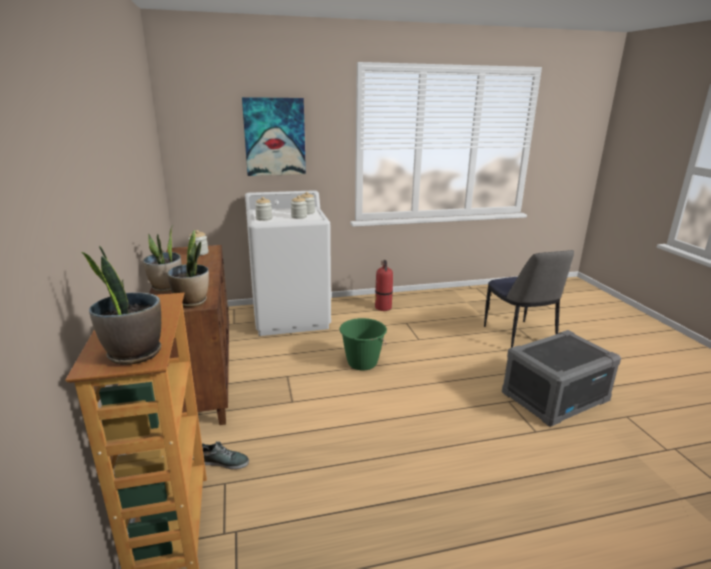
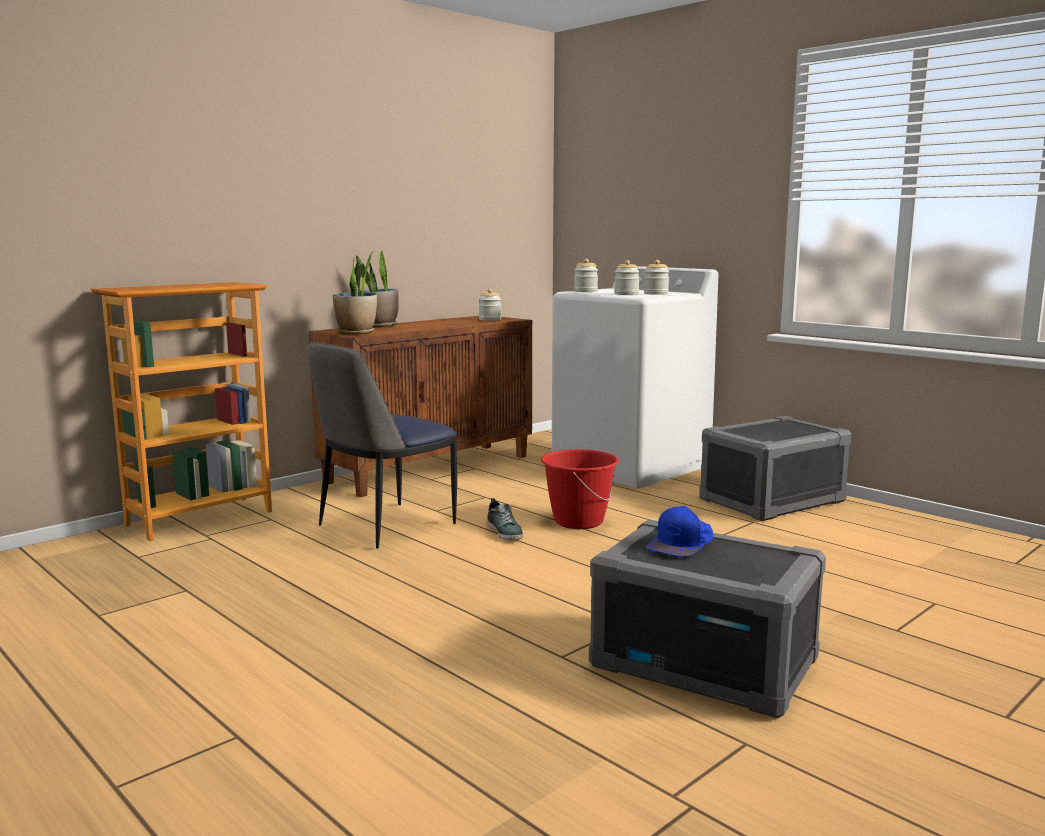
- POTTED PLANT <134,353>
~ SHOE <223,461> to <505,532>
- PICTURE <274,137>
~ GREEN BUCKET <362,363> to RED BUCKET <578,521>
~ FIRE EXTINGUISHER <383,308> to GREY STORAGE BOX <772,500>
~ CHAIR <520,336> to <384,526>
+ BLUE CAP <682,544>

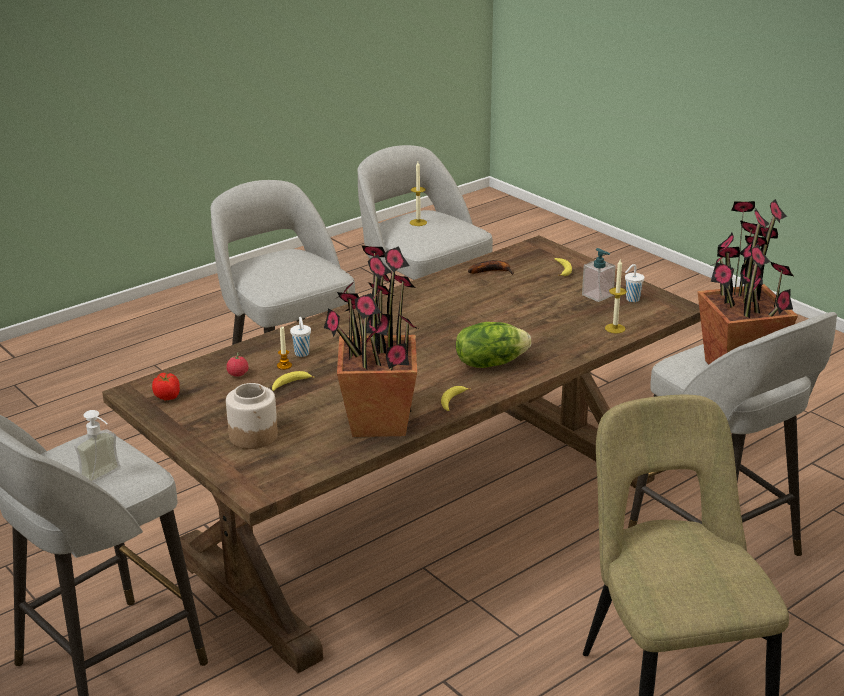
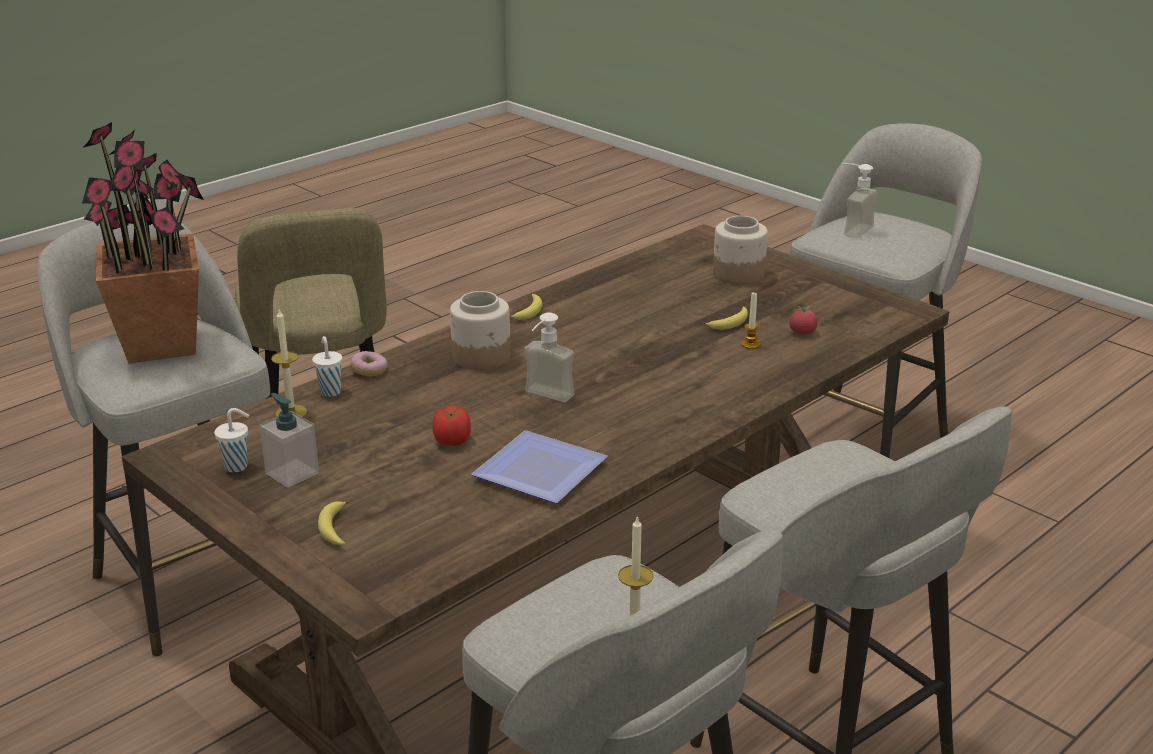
~ TOMATO <167,397> to <451,441>
~ WHITE CUP <302,354> to <330,391>
- POTTED PLANT <377,422>
~ LETTUCE <490,363> to JAR <482,357>
- BANANA <492,271>
+ DONUT <369,371>
+ PLATE <545,471>
+ SOAP DISPENSER <544,397>

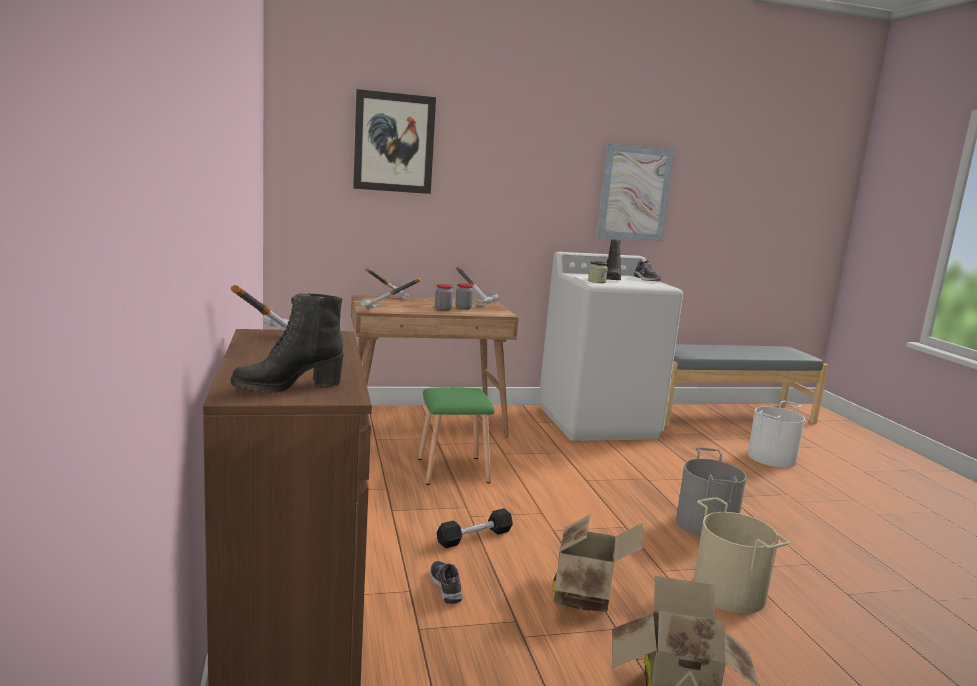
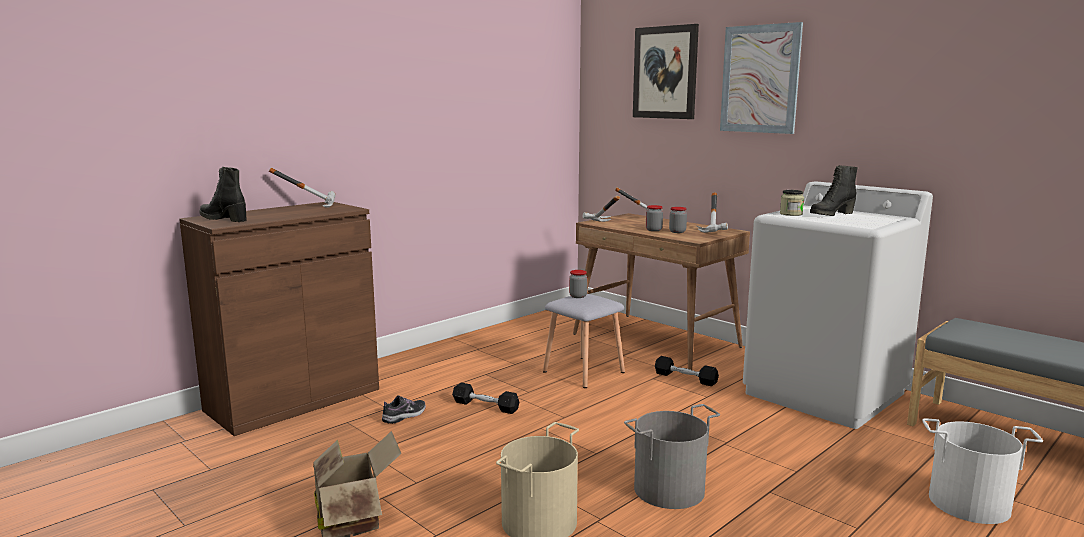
~ GREEN STOOL <452,470> to GREY STOOL <582,372>
- CARDBOARD BOX <588,595>
~ PICTURE <634,193> to <760,79>
- SHOE <646,279>
+ JAR <578,296>
+ BLACK DUMBBELL <685,378>

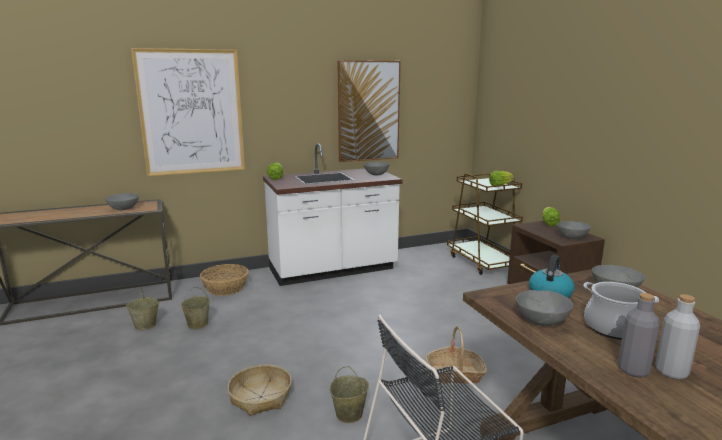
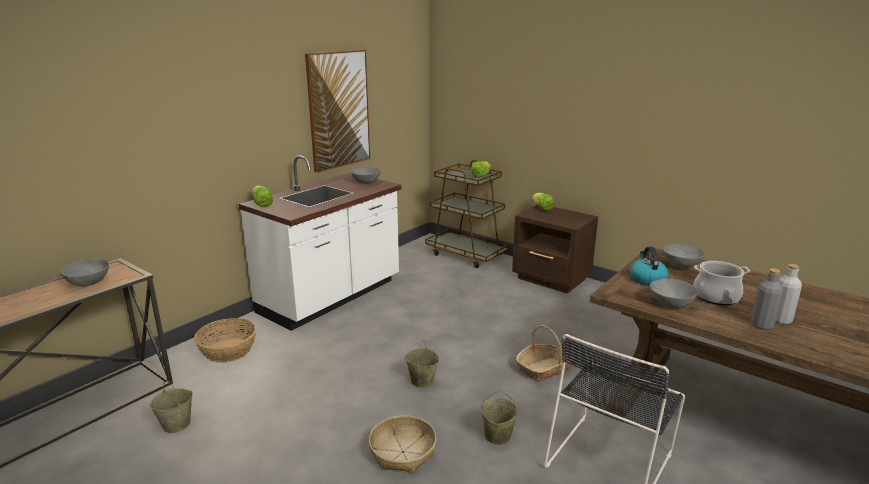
- PICTURE <191,112>
~ BEIGE BUCKET <197,324> to <421,381>
- GREY BOWL <572,237>

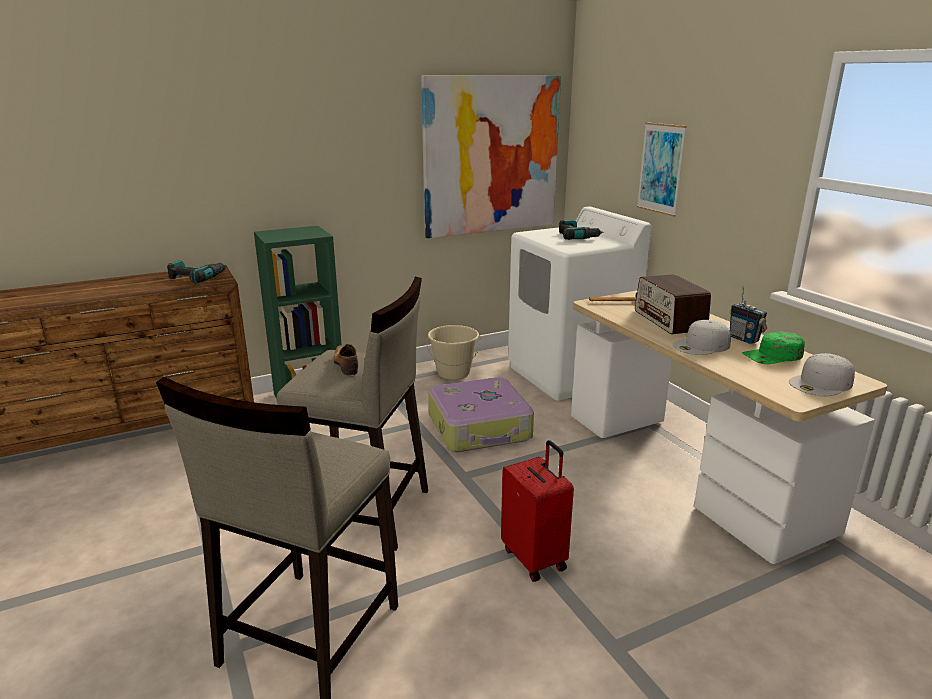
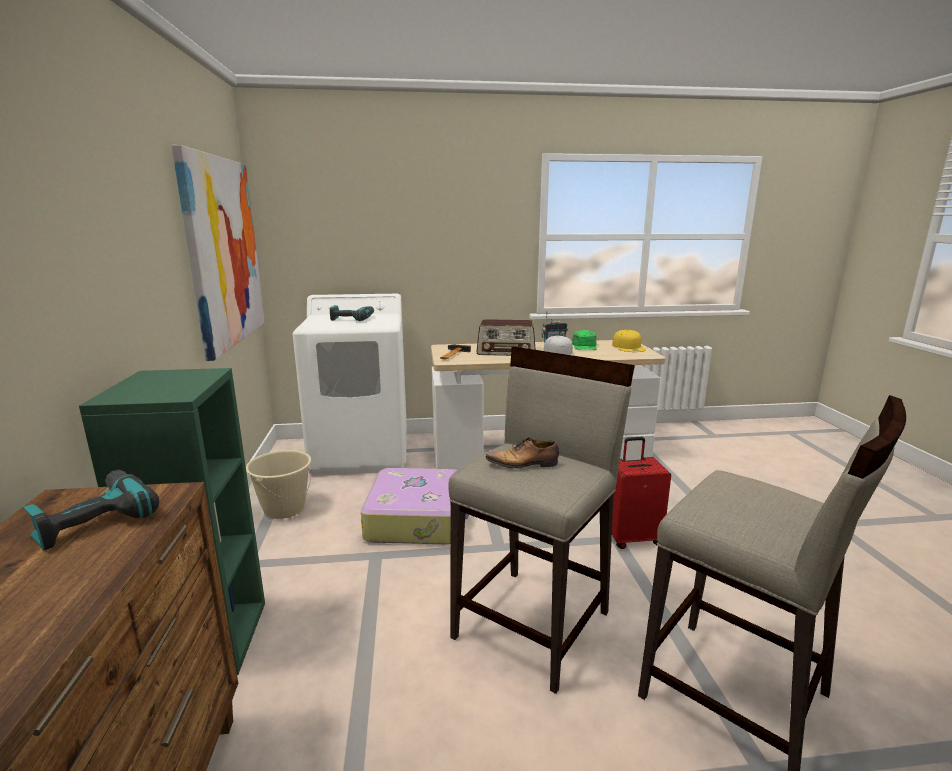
- PICTURE <660,168>
~ WHITE CAP <821,383> to YELLOW CAP <629,347>

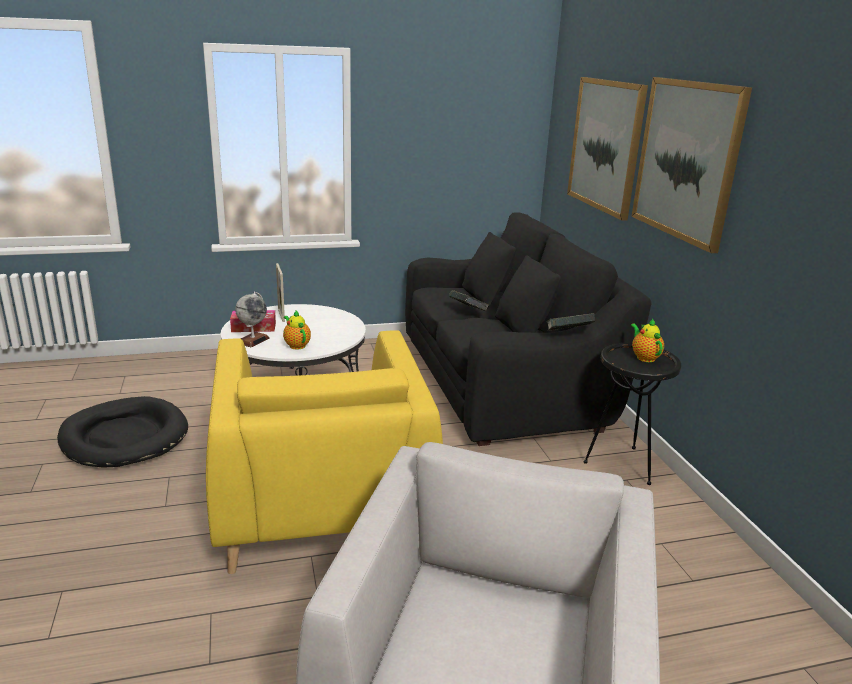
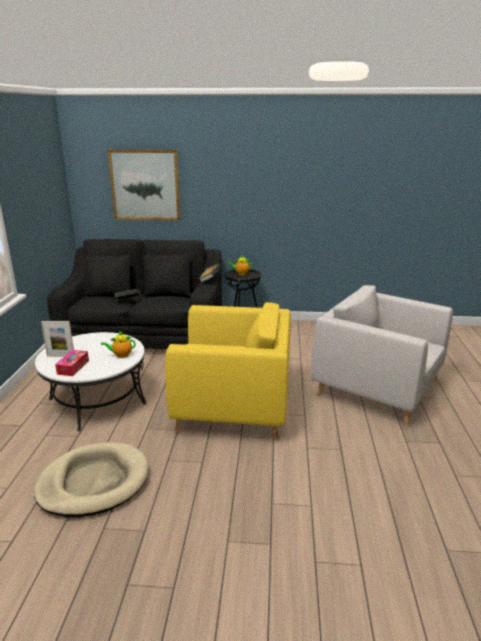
~ BLACK DOG BED <124,437> to BEIGE DOG BED <93,482>
- GLOBE <253,340>
- PICTURE <687,160>

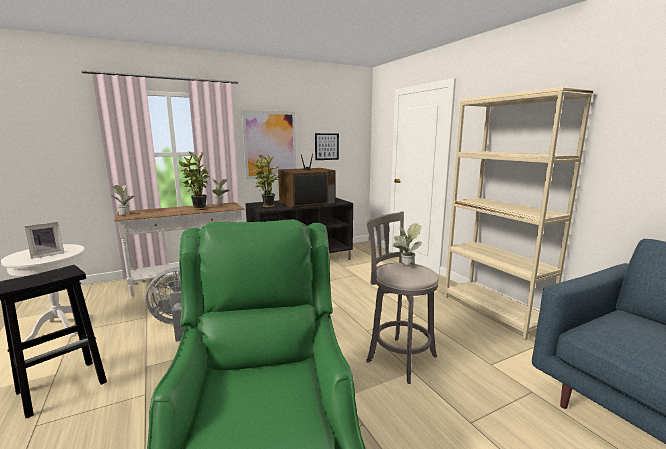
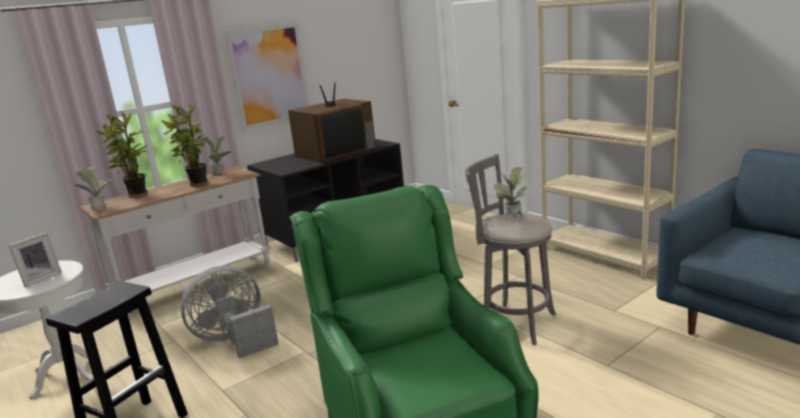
~ POTTED PLANT <268,206> to <137,196>
- PICTURE <326,146>

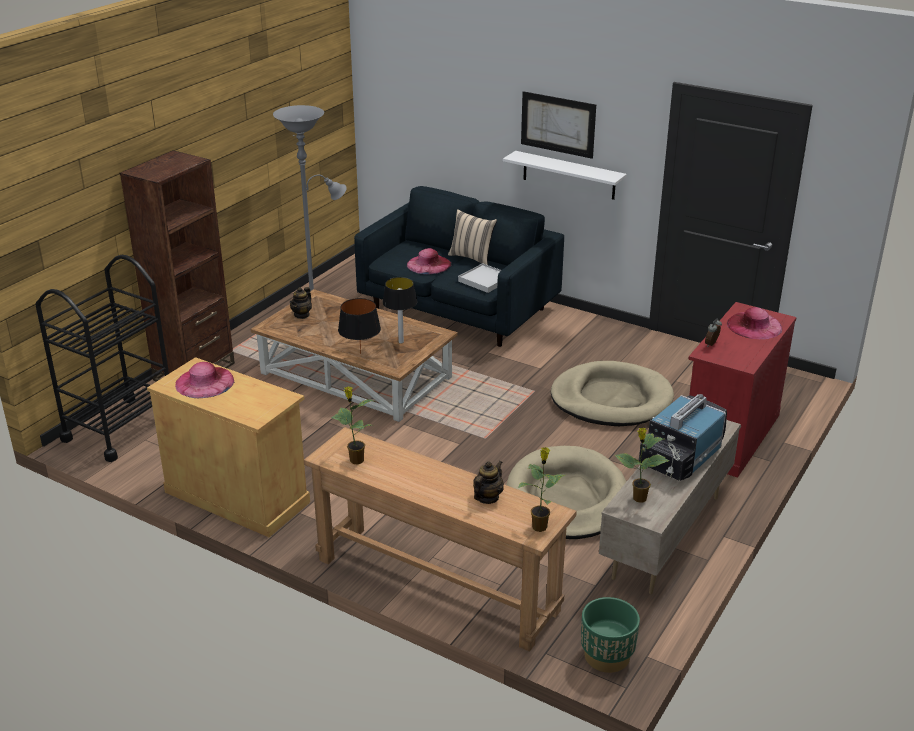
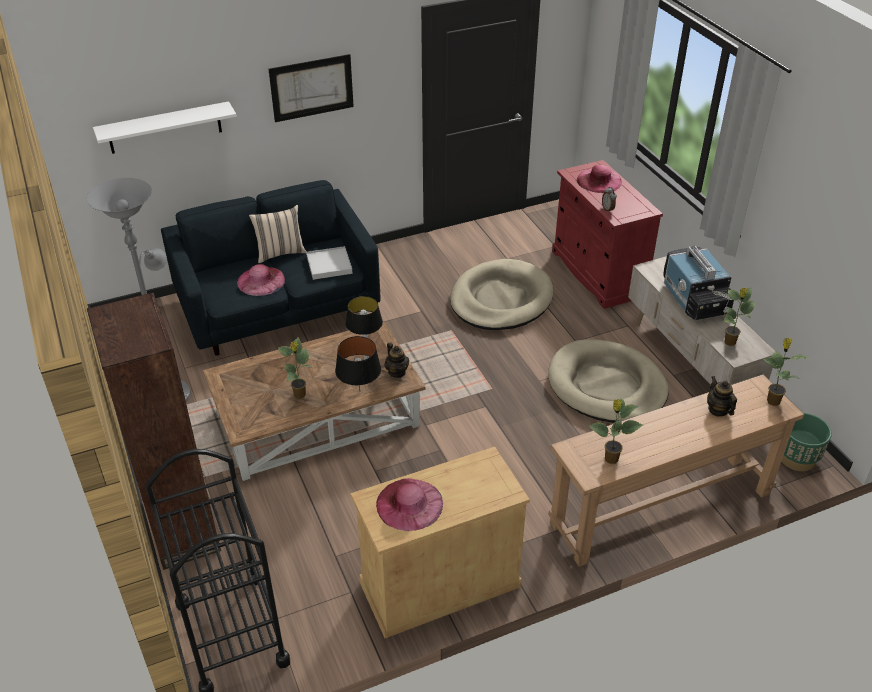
~ TEAPOT <302,315> to <397,372>
~ WHITE SHELF <569,175> to <165,128>
+ POTTED PLANT <300,395>

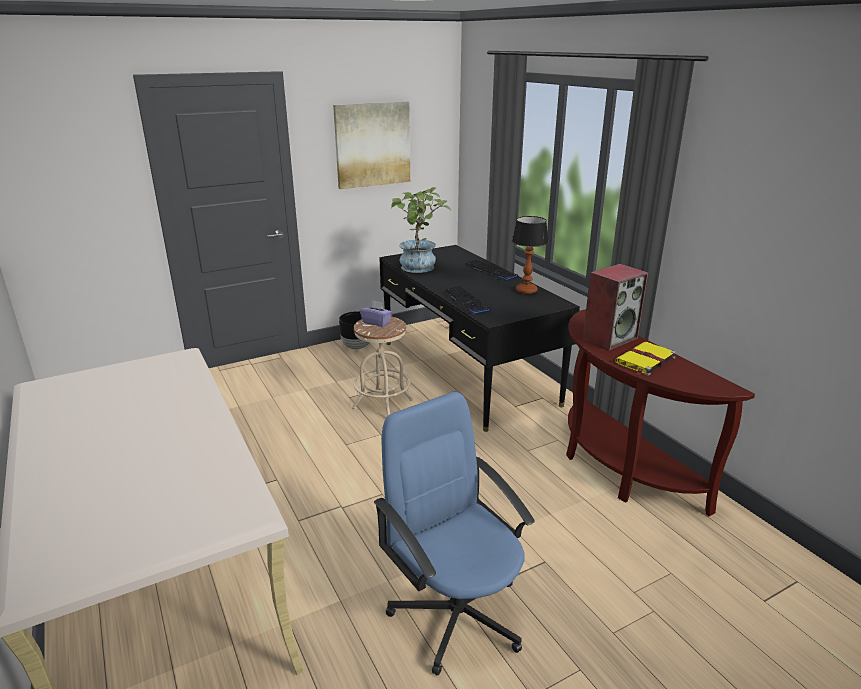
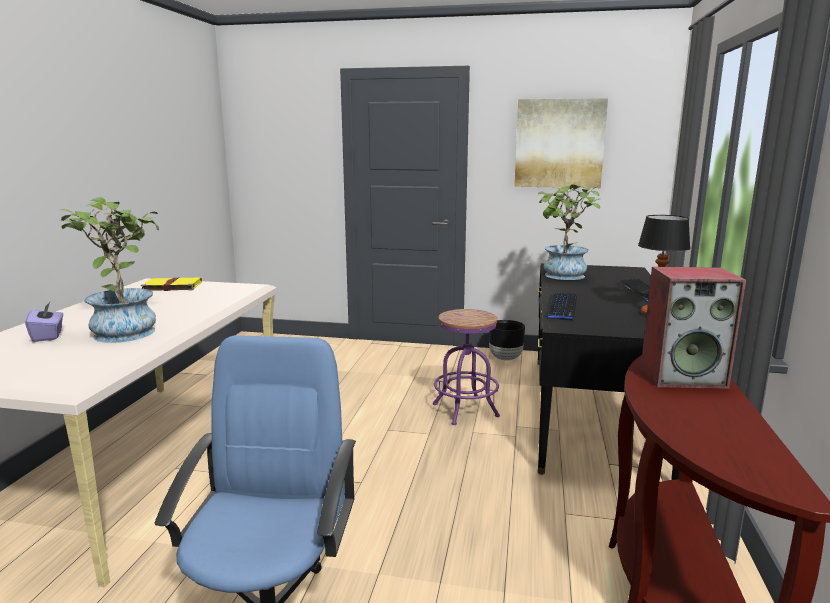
~ BEIGE STOOL <382,404> to PURPLE STOOL <465,410>
~ PURPLE TISSUE BOX <376,322> to <48,336>
~ YELLOW BOOK <644,360> to <171,286>
+ POTTED PLANT <125,330>

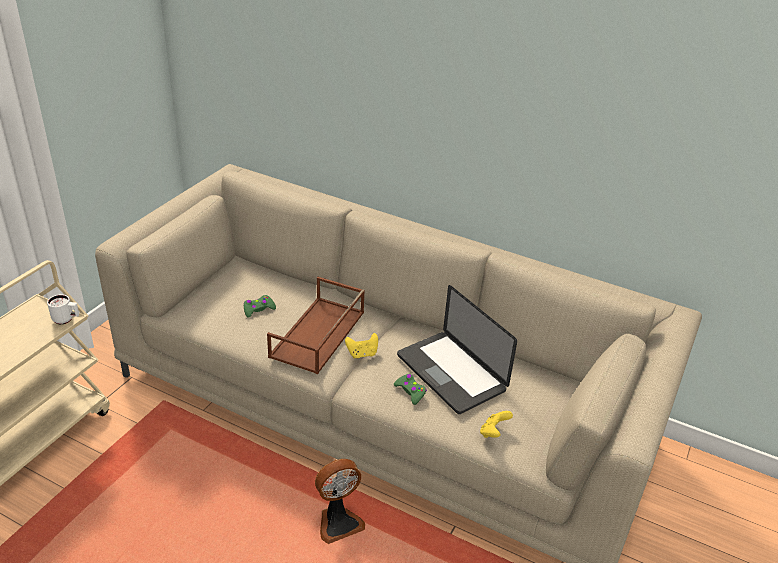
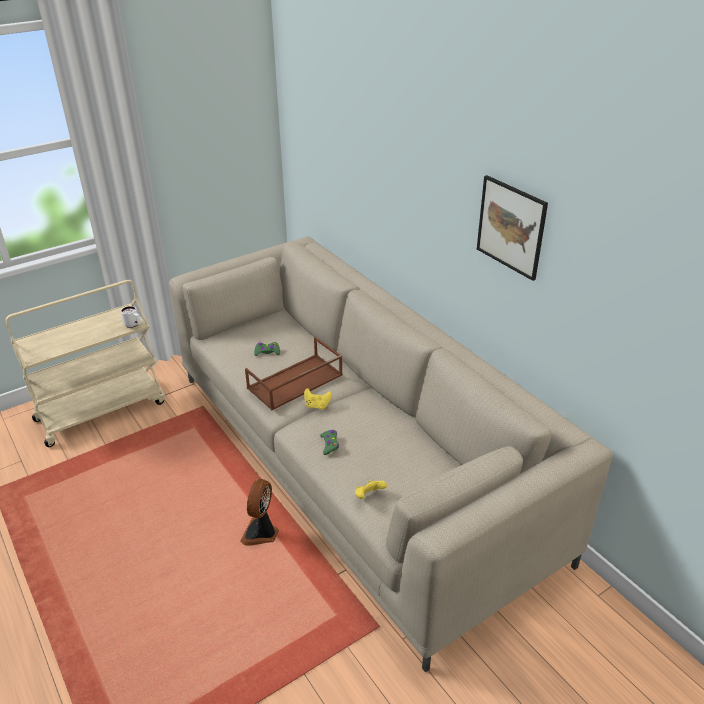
~ FAN <338,522> = <261,533> 105 degrees clockwise
- LAPTOP <451,373>
+ PICTURE <511,227>

